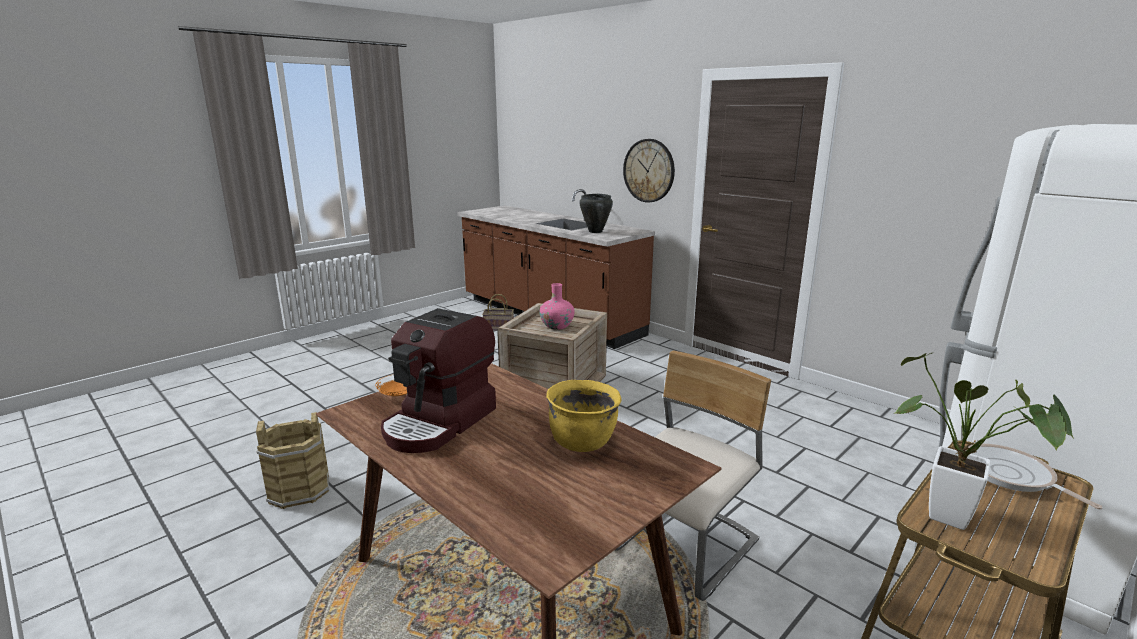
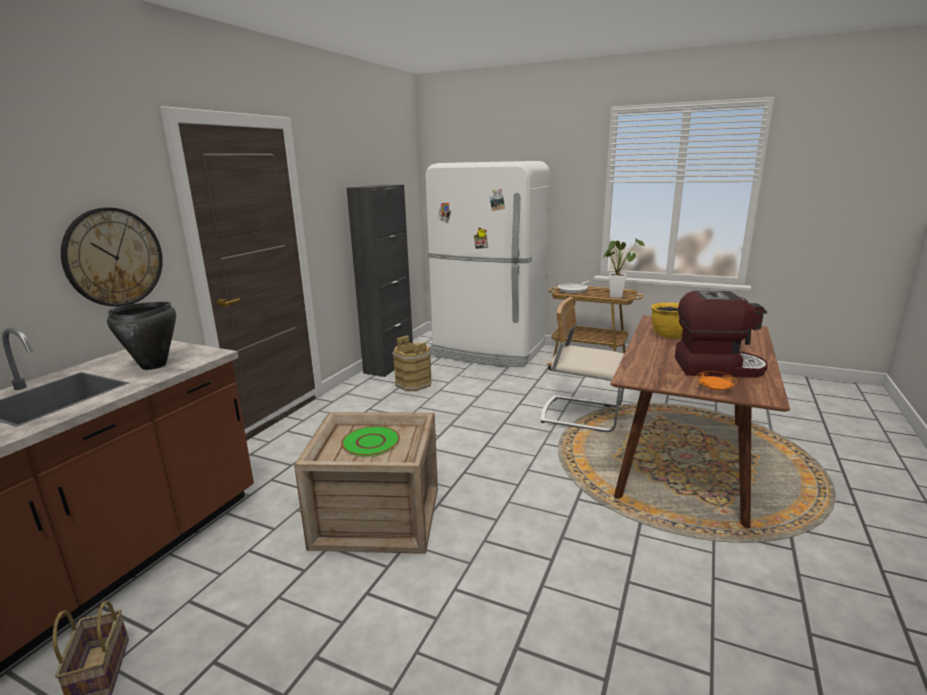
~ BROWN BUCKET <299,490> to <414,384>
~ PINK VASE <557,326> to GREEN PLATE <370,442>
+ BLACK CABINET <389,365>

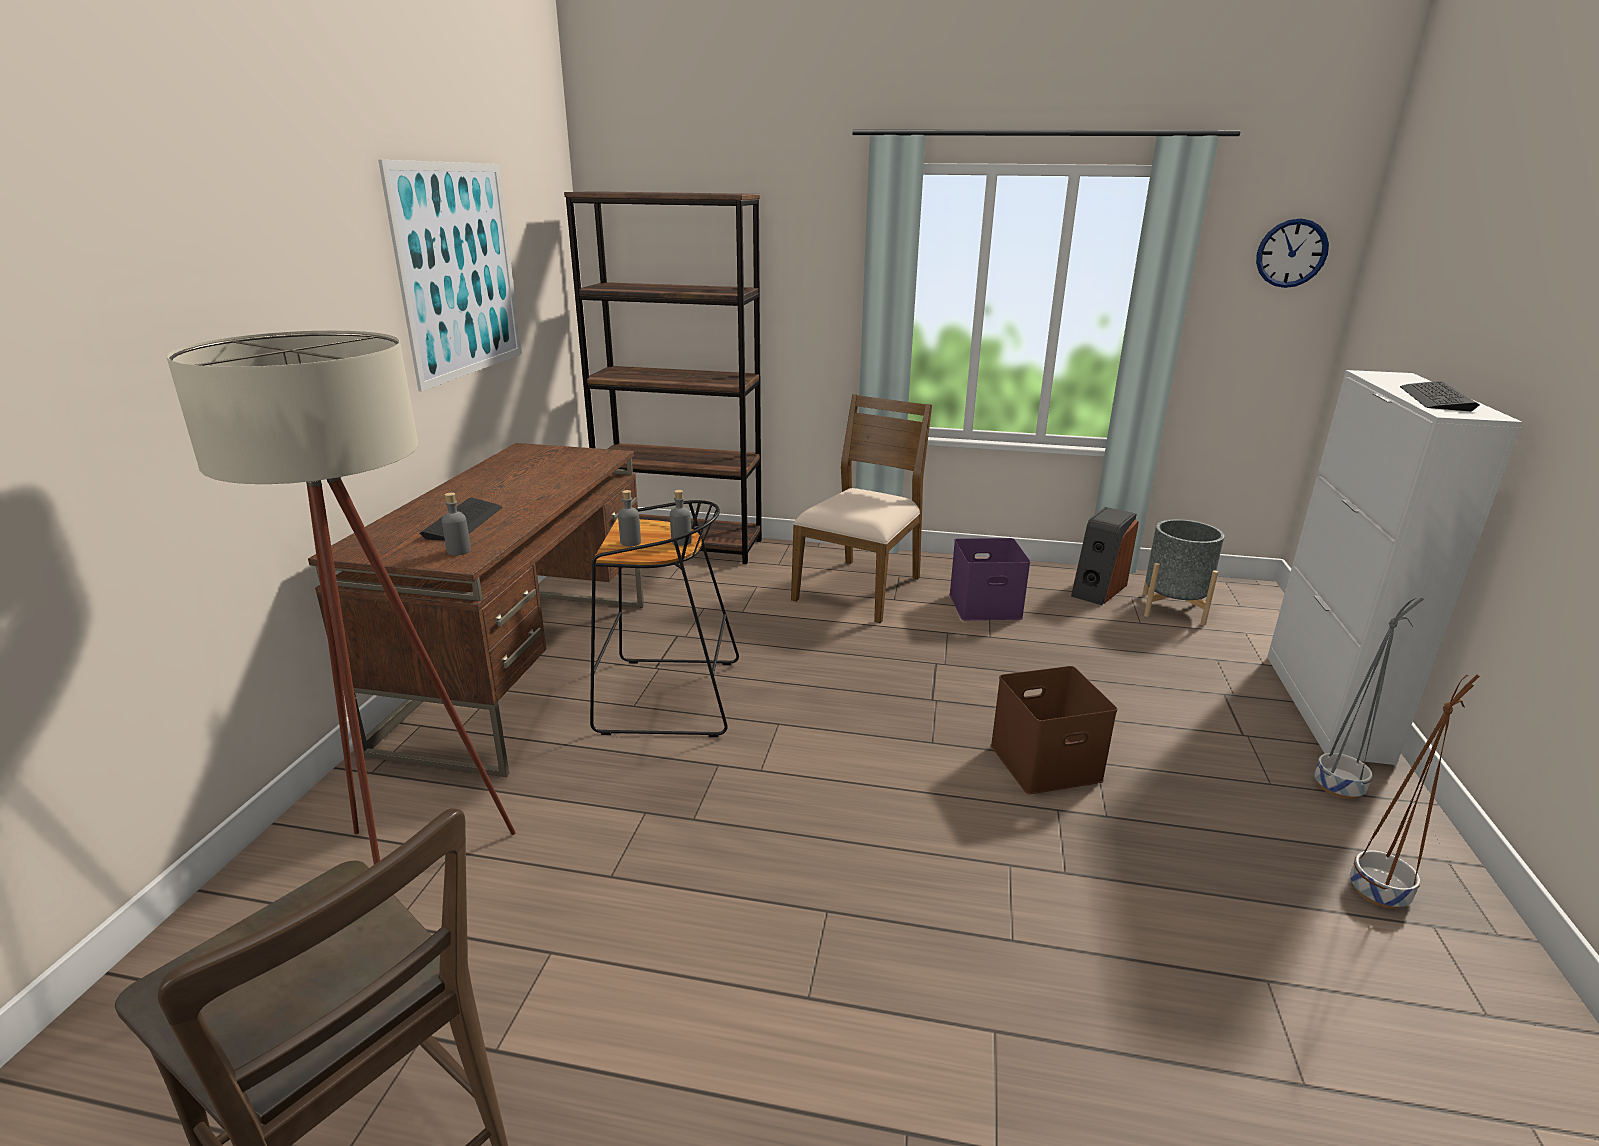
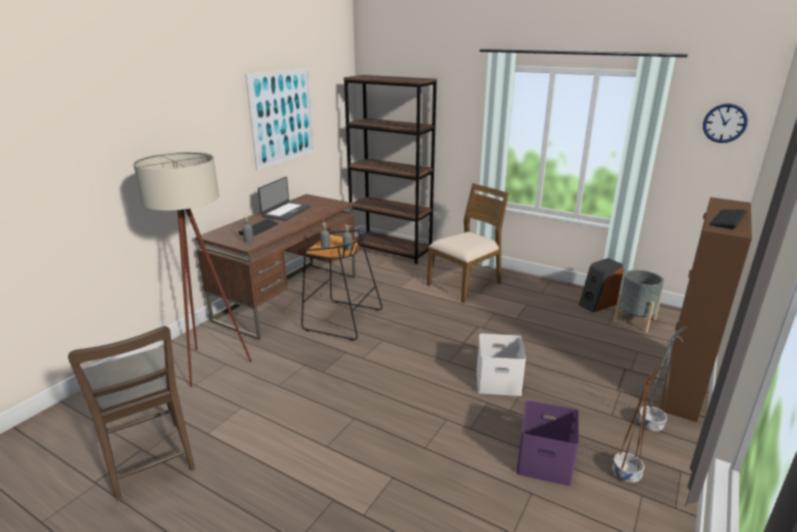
~ PURPLE STORAGE BOX <986,605> to <545,460>
~ BROWN STORAGE BOX <1044,764> to WHITE STORAGE BOX <497,382>
~ WHITE CABINET <1325,706> to BROWN CABINET <681,386>
+ LAPTOP <286,211>

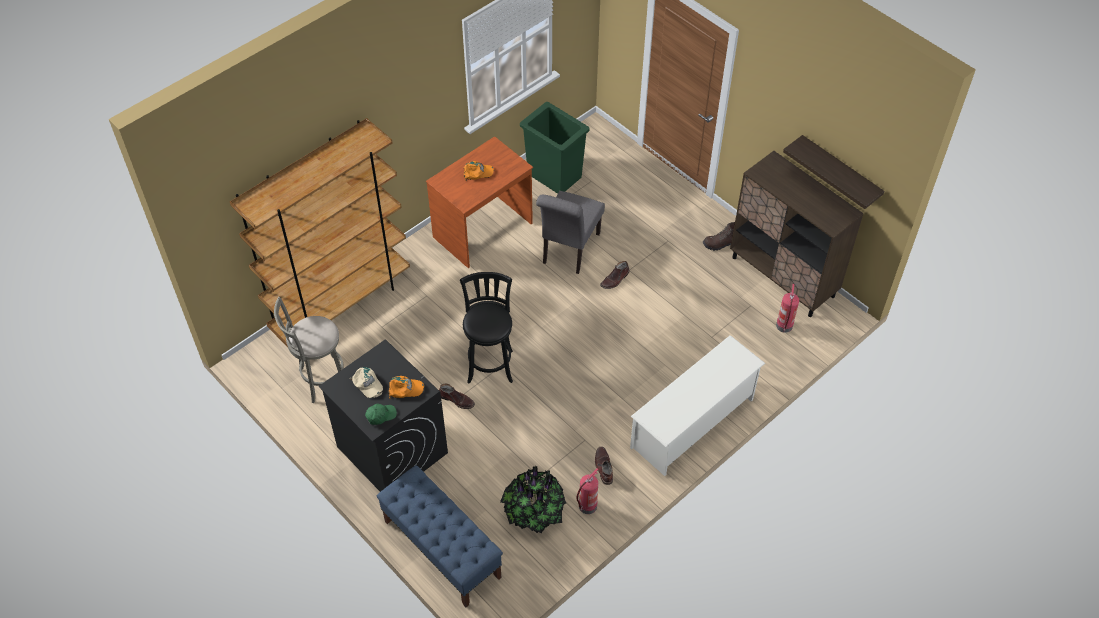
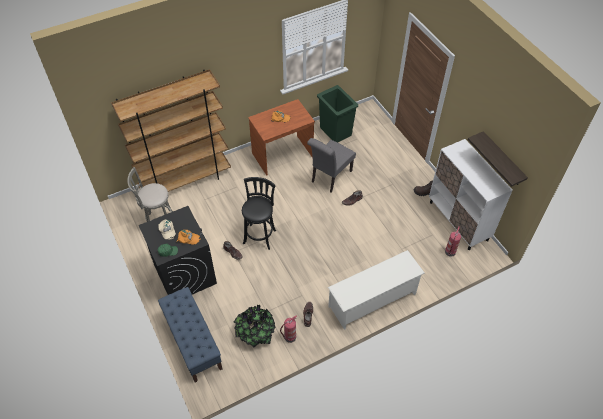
~ BROWN CABINET <783,277> to WHITE CABINET <458,221>

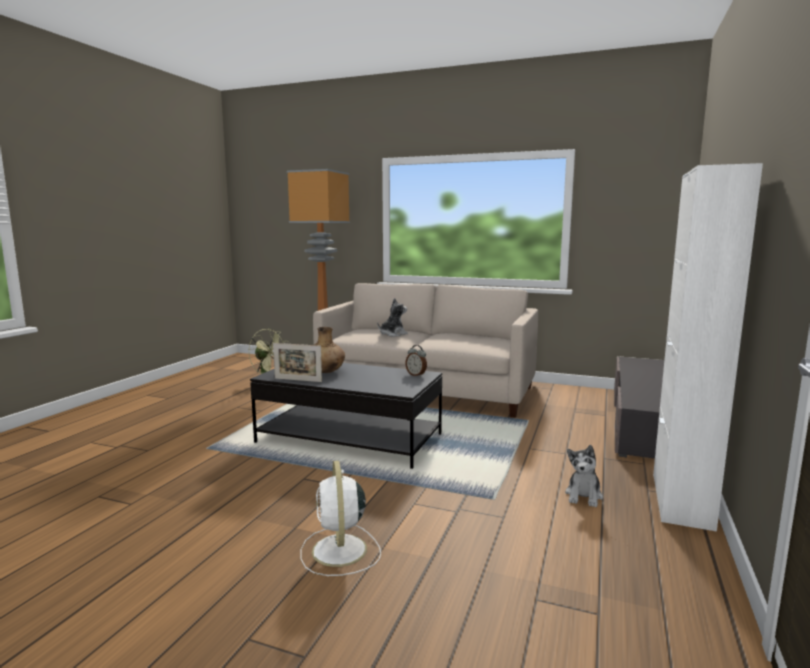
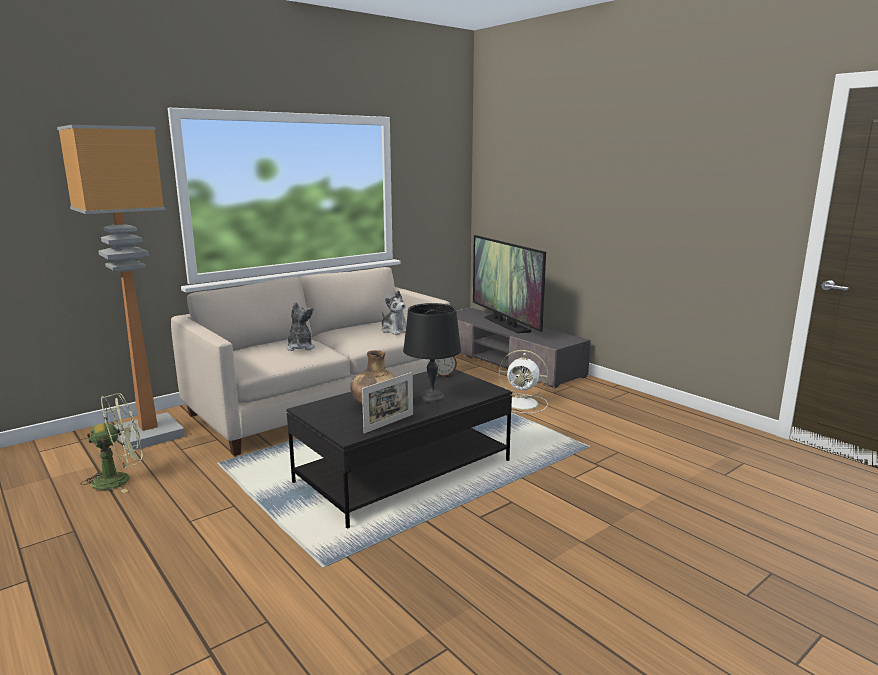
~ WHITE FAN <339,552> to <523,403>
~ PLUSH TOY <584,496> to <394,330>
- WHITE CABINET <681,500>
+ BLACK TABLE LAMP <432,397>
+ TELEVISION <505,324>

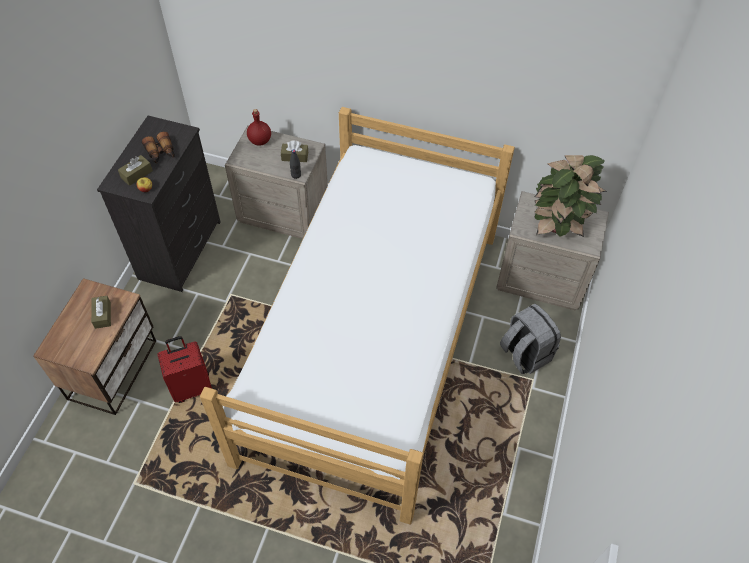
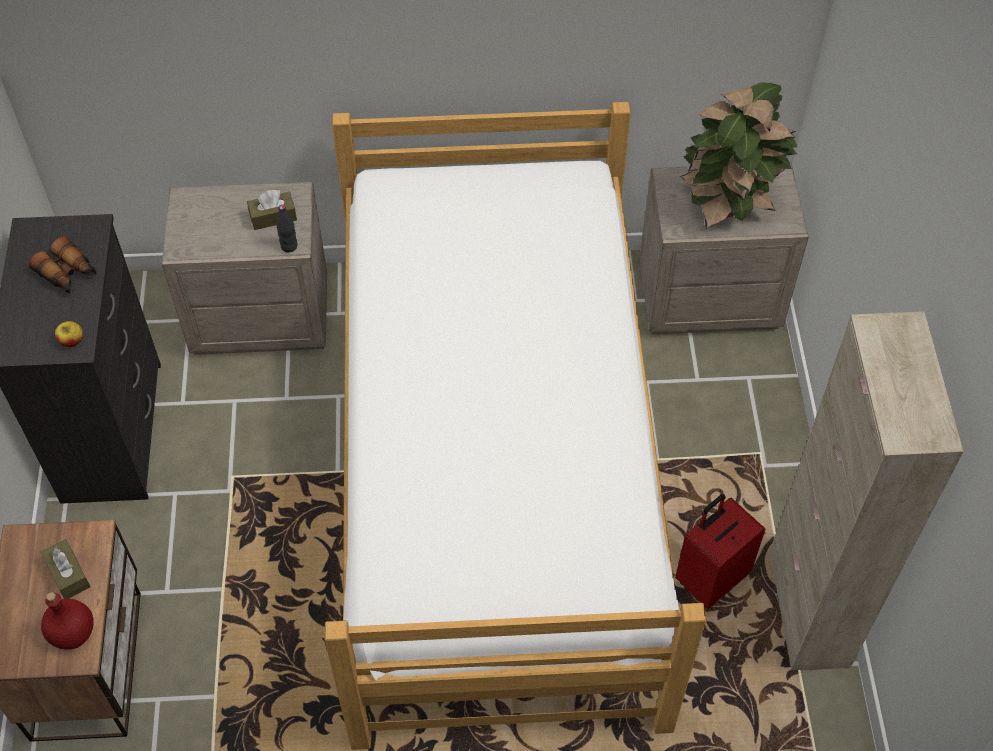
- BROWN TISSUE BOX <136,174>
~ RED SUITCASE <192,387> to <711,578>
~ RED BOTTLE <260,140> to <72,633>
- GREY BACKPACK <524,354>
+ BEIGE CABINET <808,608>

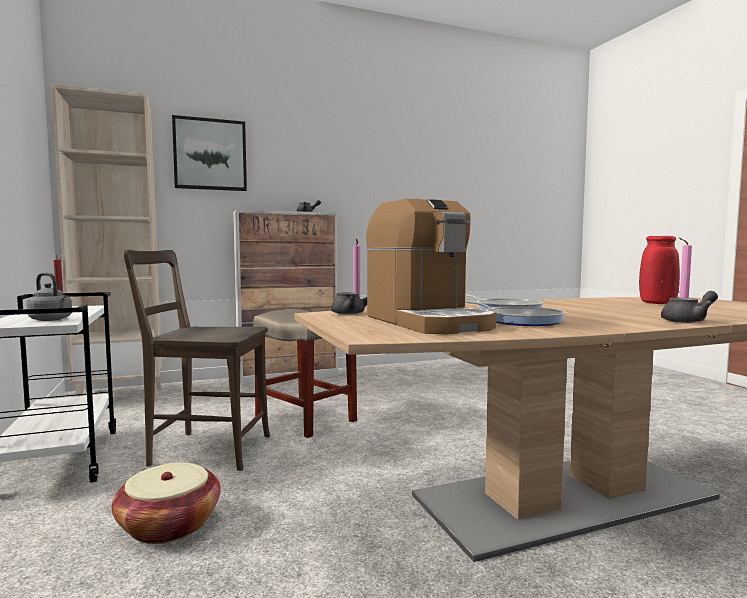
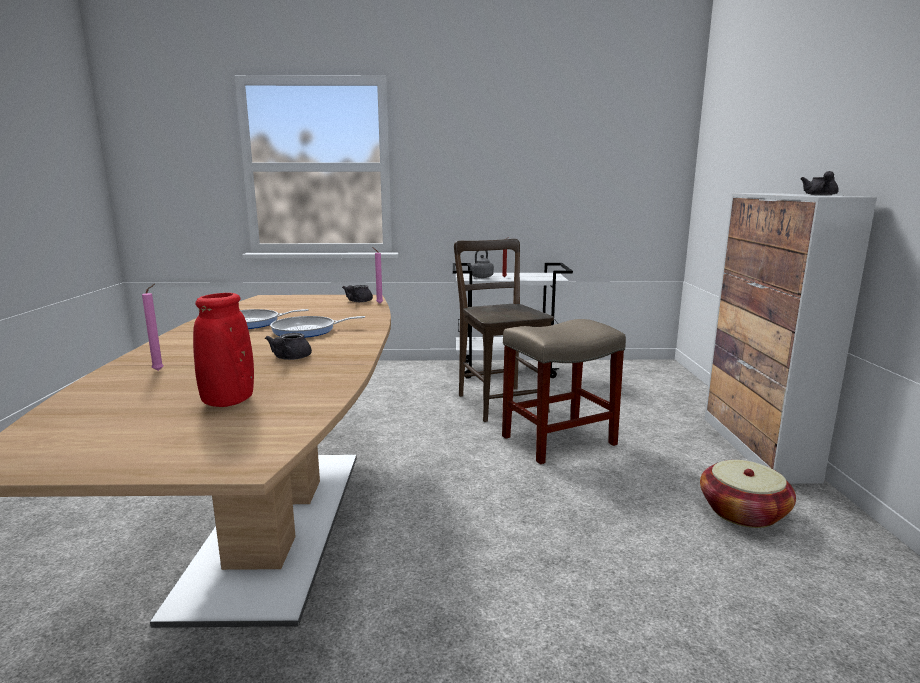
- BEIGE BOOKCASE <121,395>
~ BASKET <169,525> to <742,512>
~ BROWN CHAIR <205,450> = <499,401> 45 degrees counterclockwise
- PICTURE <210,154>
- COFFEE MACHINE <427,322>
~ GREY TEAPOT <688,321> to <289,358>

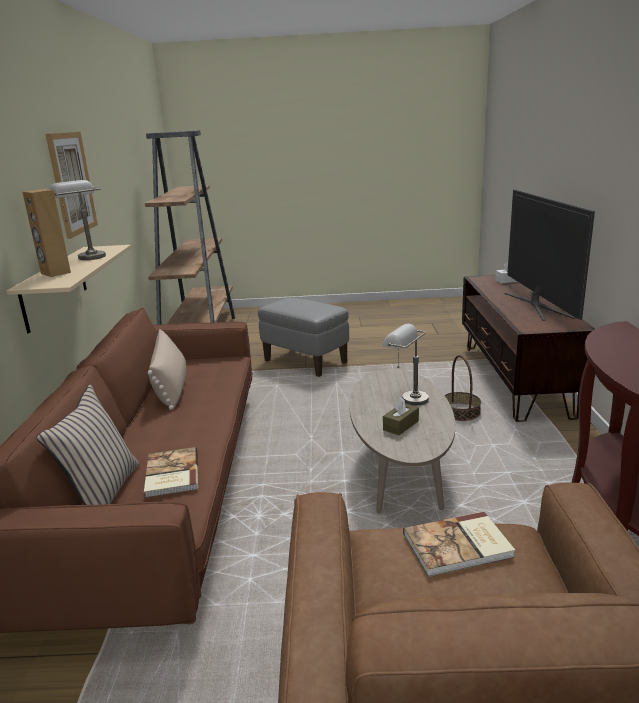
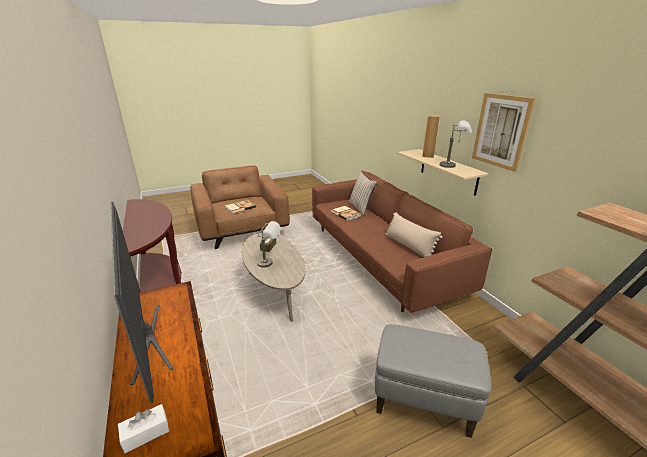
- BASKET <460,412>

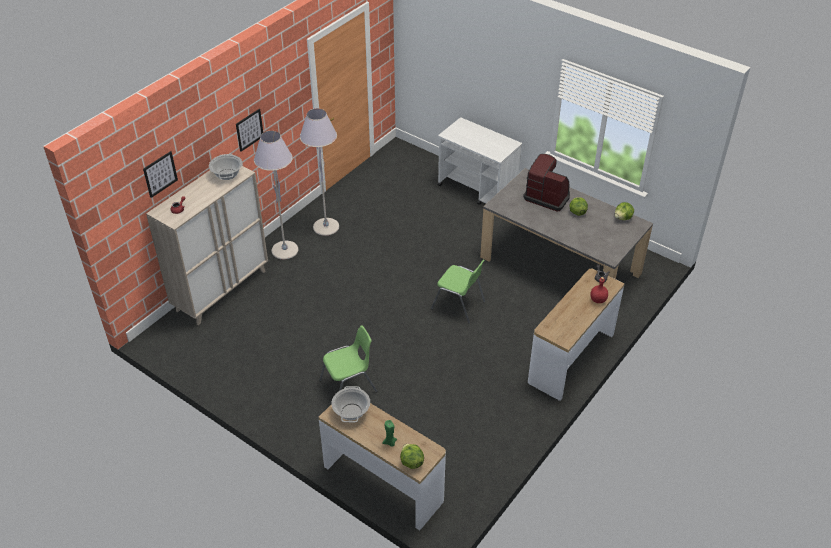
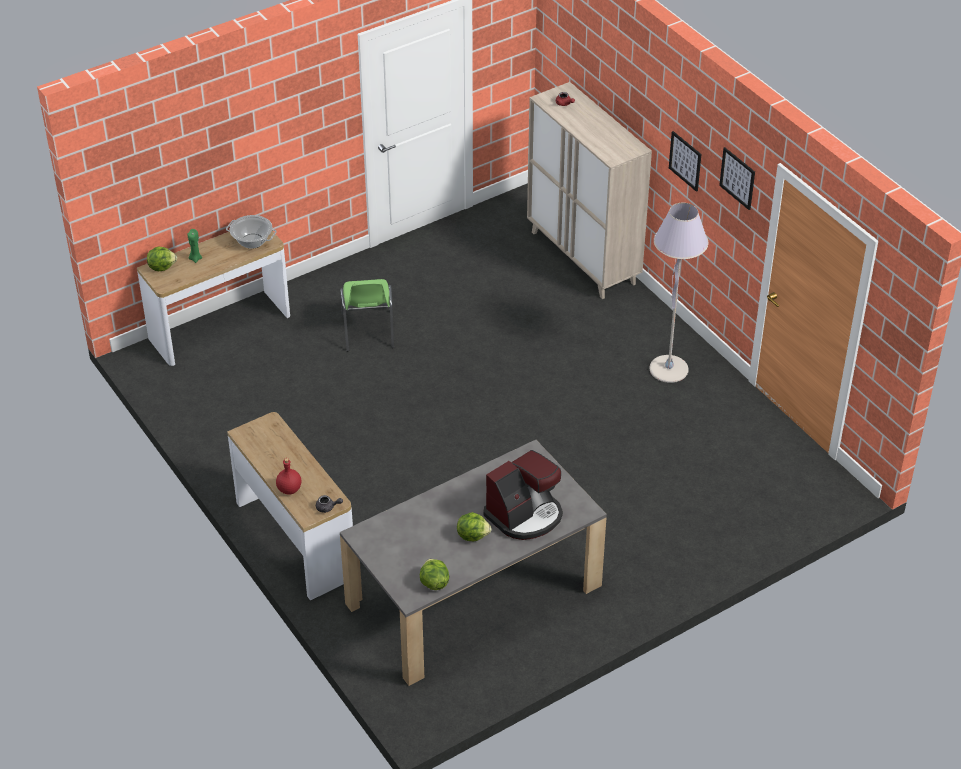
~ PICTURE <160,174> to <737,178>
- COOKING POT <227,174>
- GREY FLOOR LAMP <284,251>
- GREEN CHAIR <459,305>
- WHITE CART <477,190>

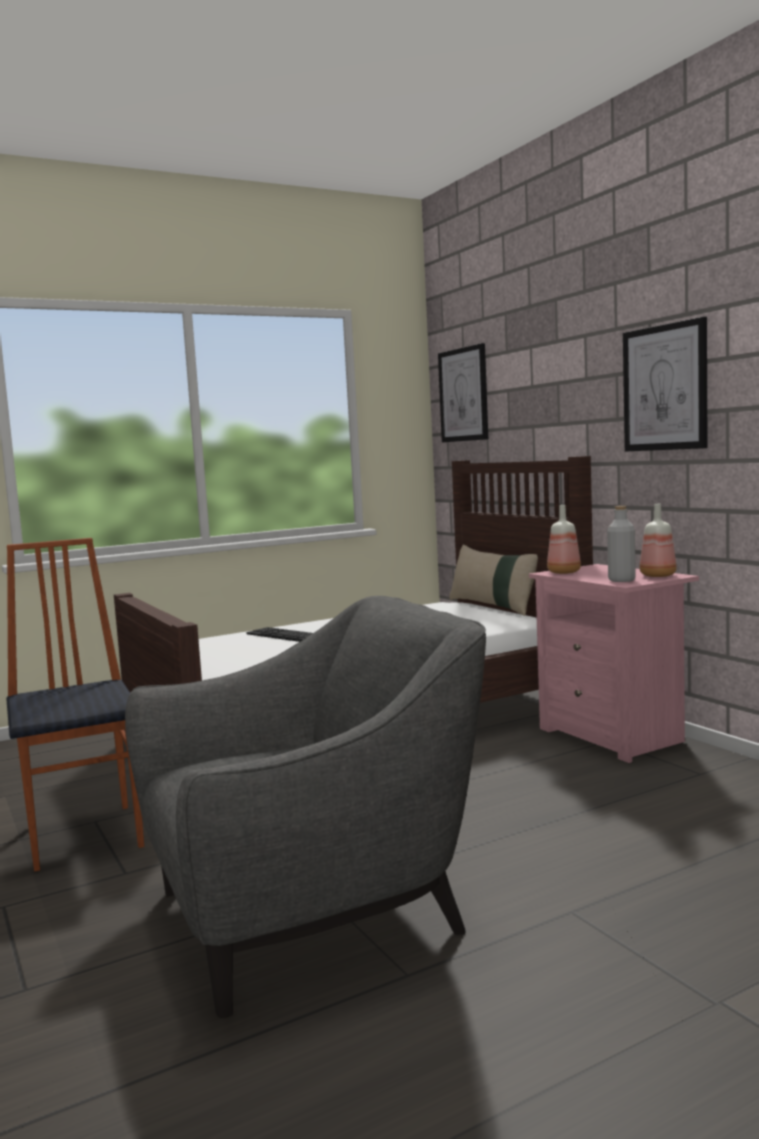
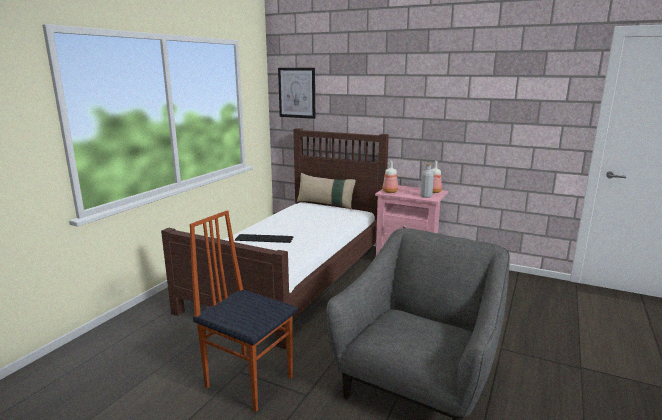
- PICTURE <665,388>

